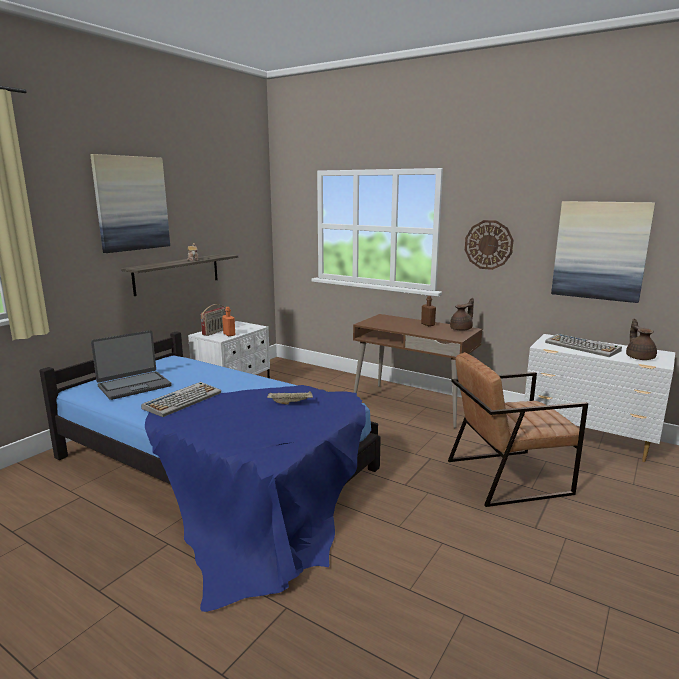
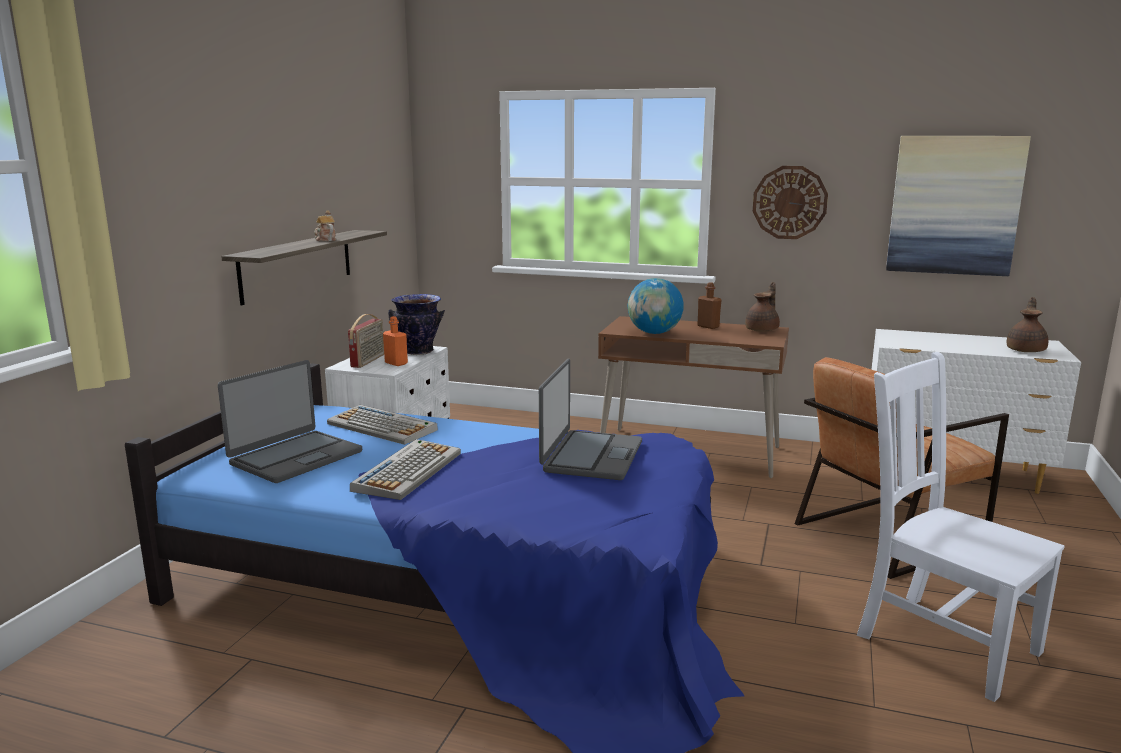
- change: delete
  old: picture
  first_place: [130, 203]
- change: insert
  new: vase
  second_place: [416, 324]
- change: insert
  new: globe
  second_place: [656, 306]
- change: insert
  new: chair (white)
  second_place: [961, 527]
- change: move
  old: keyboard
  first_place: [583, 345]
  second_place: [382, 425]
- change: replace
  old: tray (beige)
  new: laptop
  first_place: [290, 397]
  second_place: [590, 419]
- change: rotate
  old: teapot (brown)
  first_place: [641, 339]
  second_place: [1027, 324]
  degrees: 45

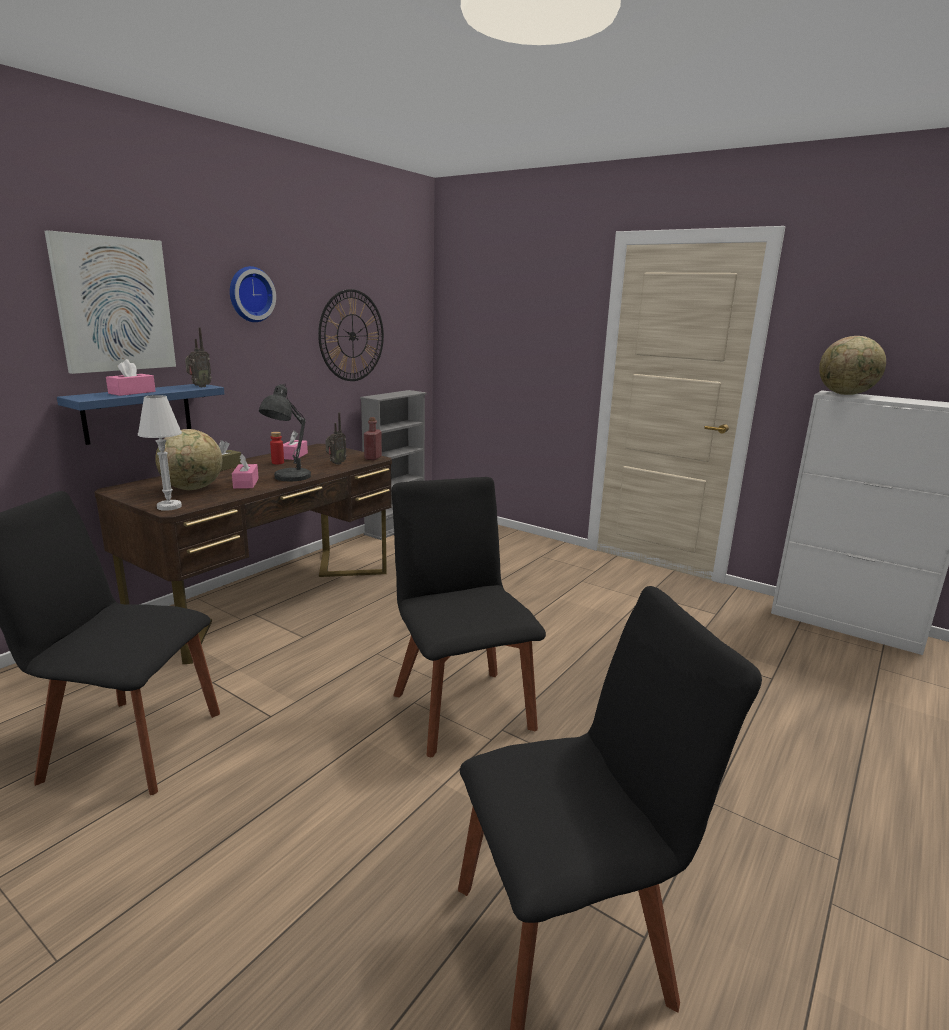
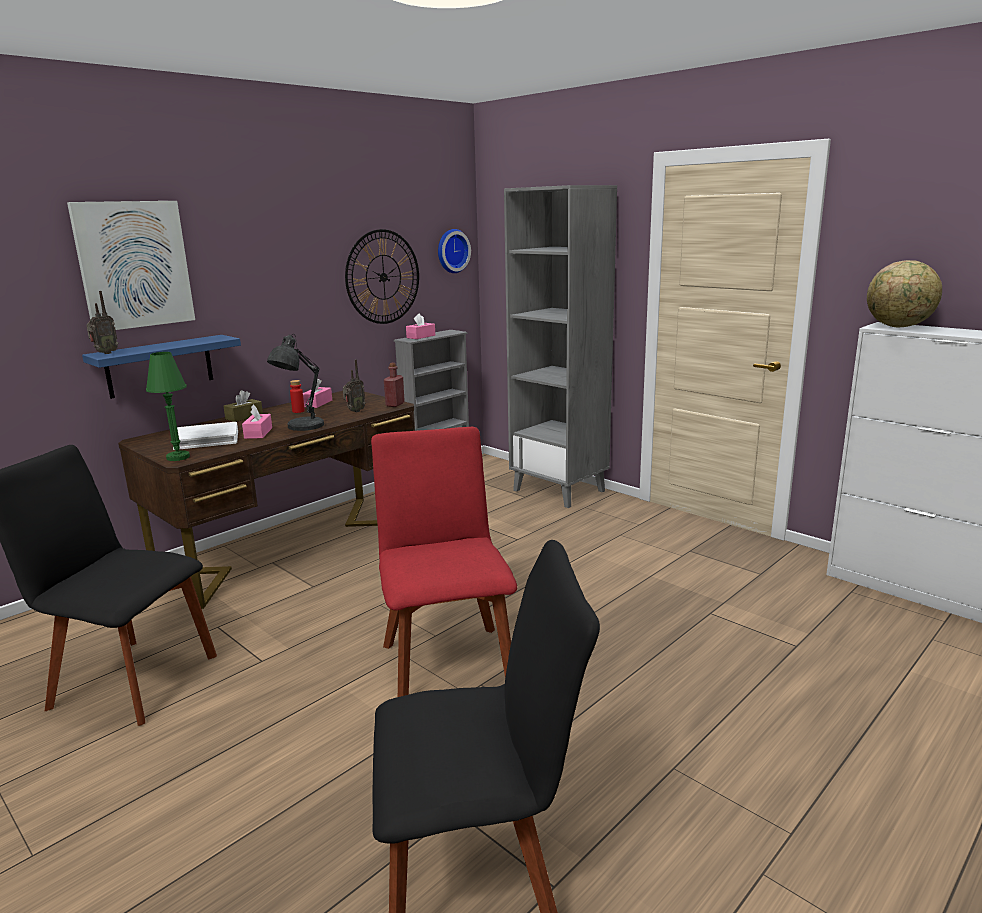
- change: insert
  new: bookcase (grey)
  second_place: [560, 346]
- change: move
  old: tissue box (pink)
  first_place: [131, 377]
  second_place: [420, 326]
- change: move
  old: radio
  first_place: [198, 357]
  second_place: [102, 322]
- change: move
  old: wall clock
  first_place: [253, 294]
  second_place: [454, 251]
- change: replace
  old: globe
  new: book (white)
  first_place: [188, 459]
  second_place: [205, 436]
- change: recolor
  old: table lamp (white)
  new: table lamp (green)
  first_place: [160, 453]
  second_place: [168, 406]
- change: recolor
  old: chair (black)
  new: chair (red)
  first_place: [469, 617]
  second_place: [444, 562]

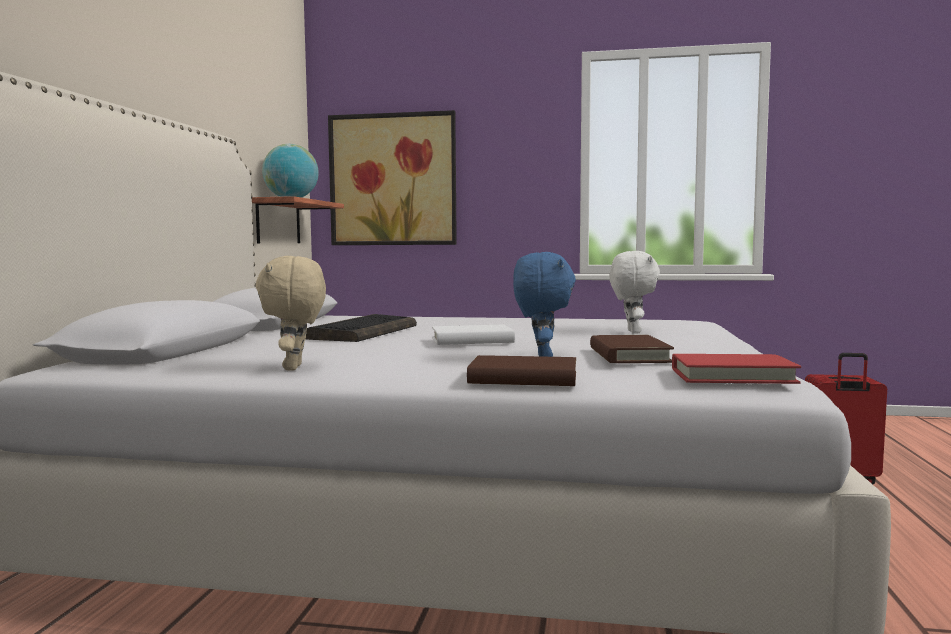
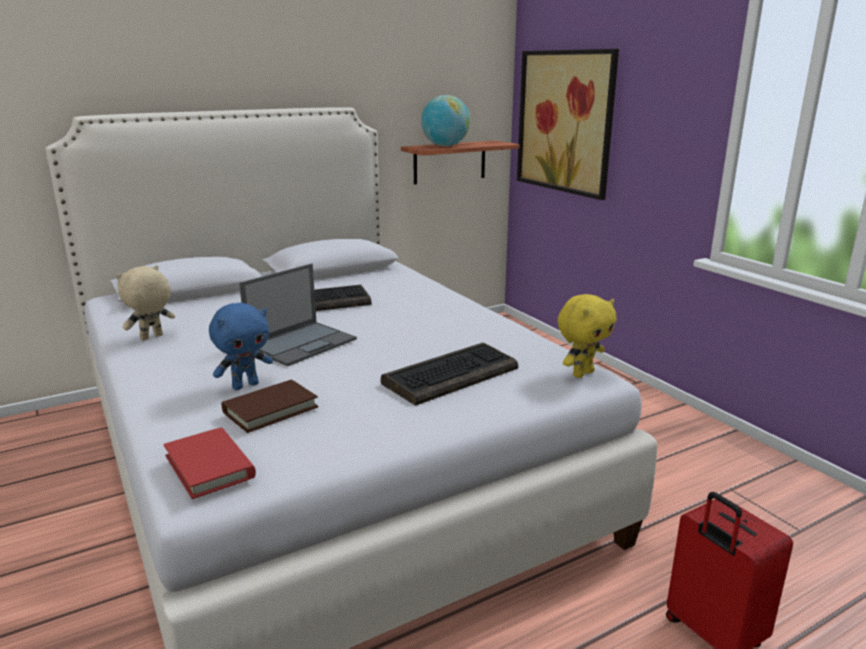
- change: delete
  old: book (brown)
  first_place: [521, 370]
- change: insert
  new: plush toy (yellow)
  second_place: [587, 336]
- change: replace
  old: book (white)
  new: laptop
  first_place: [473, 335]
  second_place: [298, 314]
- change: replace
  old: plush toy (white)
  new: keyboard
  first_place: [634, 292]
  second_place: [449, 374]

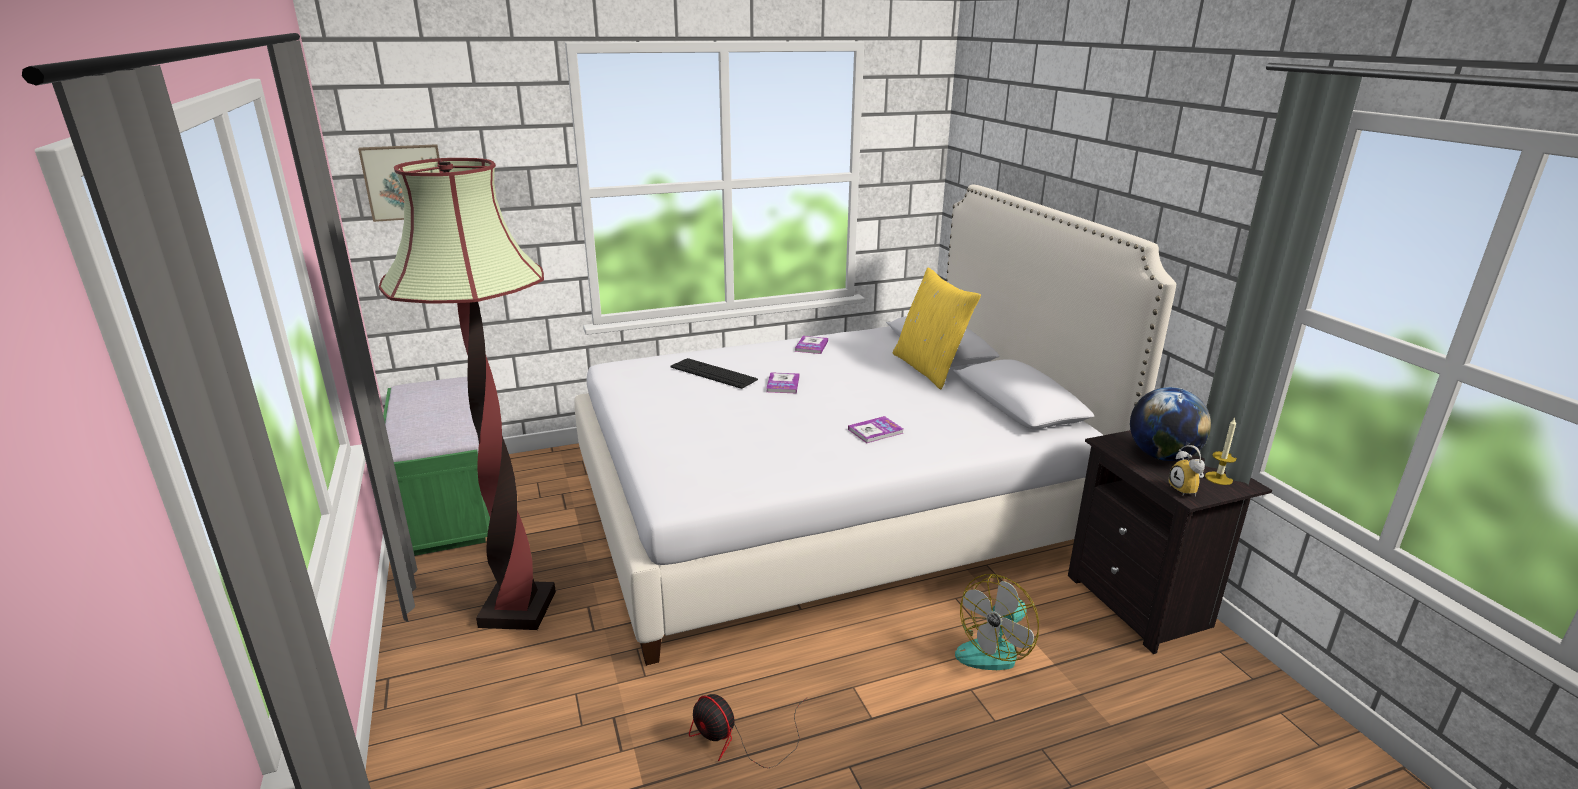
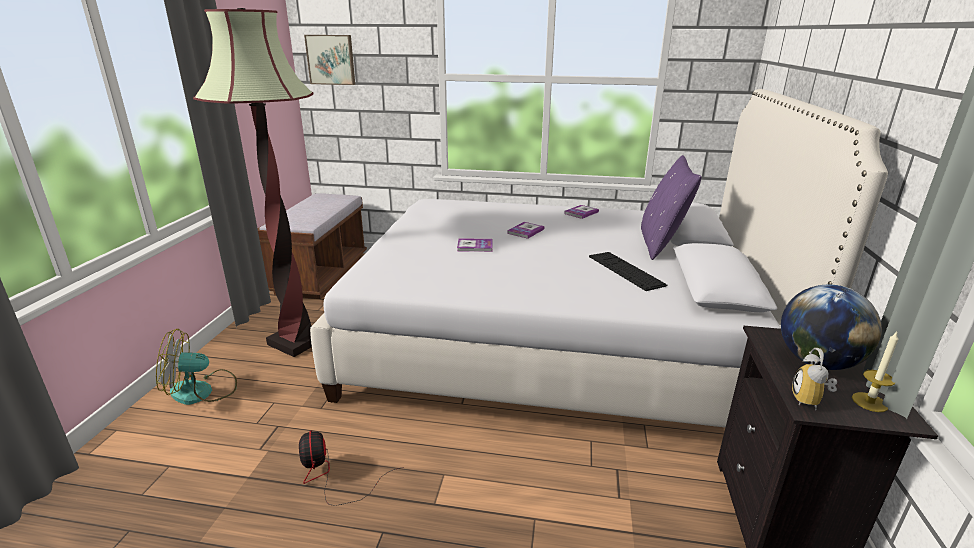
- change: move
  old: keyboard
  first_place: [714, 373]
  second_place: [628, 271]
- change: move
  old: book
  first_place: [875, 429]
  second_place: [475, 245]
- change: move
  old: fan
  first_place: [997, 622]
  second_place: [196, 367]
- change: recolor
  old: bench (green)
  new: bench (brown)
  first_place: [436, 466]
  second_place: [312, 246]
- change: recolor
  old: pillow (yellow)
  new: pillow (purple)
  first_place: [937, 328]
  second_place: [671, 207]

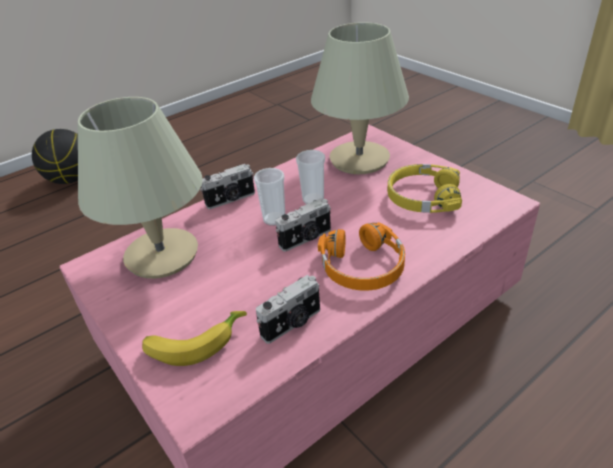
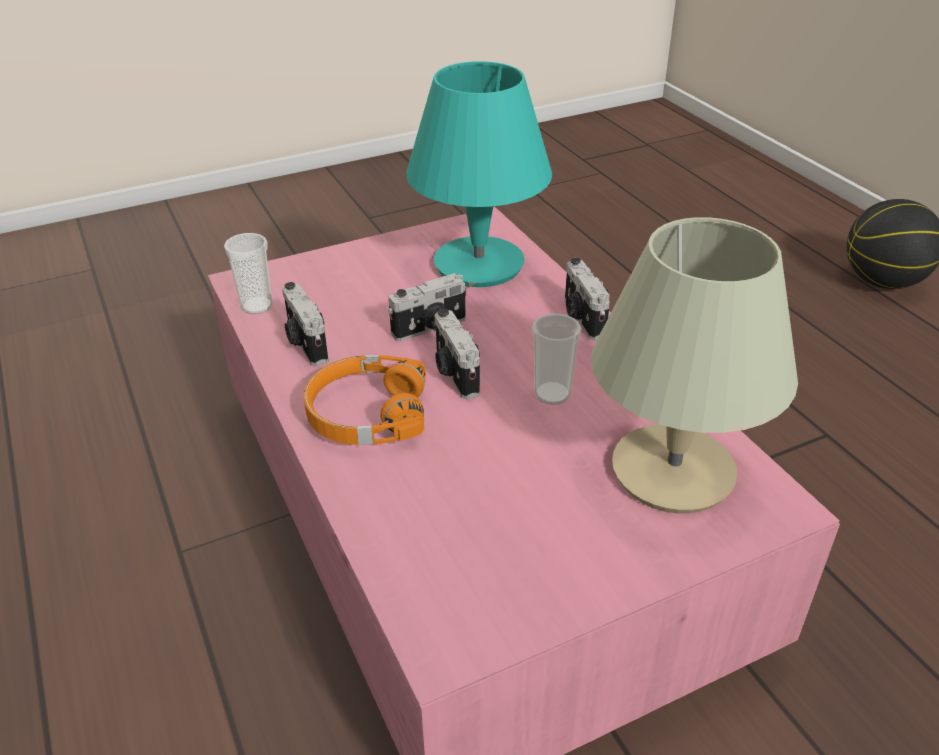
- change: delete
  old: banana
  first_place: [194, 338]
- change: delete
  old: headphones (yellow)
  first_place: [424, 188]
- change: insert
  new: photo camera
  second_place: [427, 307]
- change: move
  old: cup
  first_place: [269, 197]
  second_place: [248, 273]
- change: recolor
  old: table lamp (beige)
  new: table lamp (turquoise)
  first_place: [140, 188]
  second_place: [479, 174]

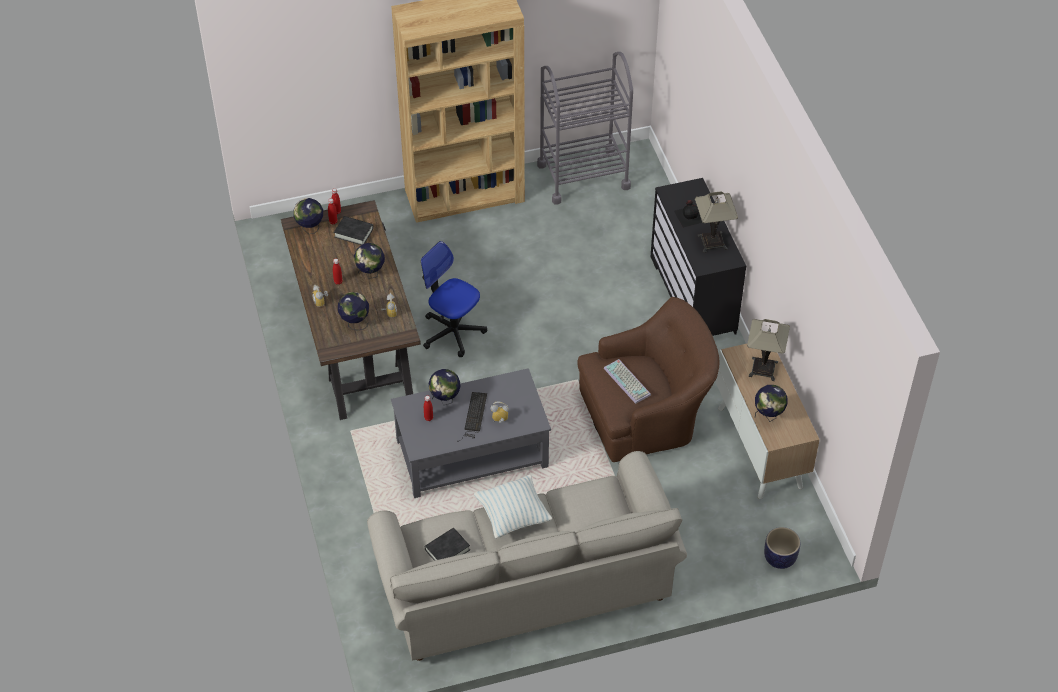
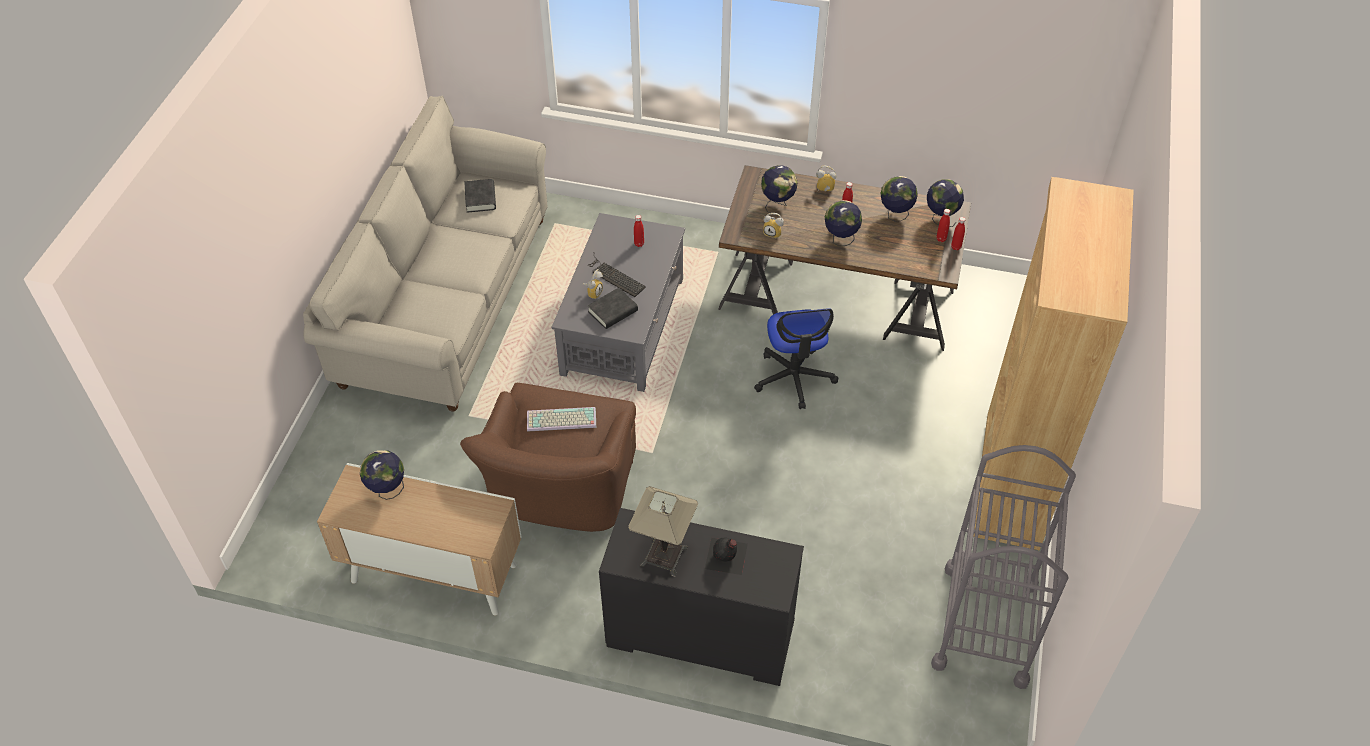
- change: delete
  old: pillow
  first_place: [513, 506]
- change: delete
  old: table lamp
  first_place: [768, 350]
- change: delete
  old: planter
  first_place: [782, 548]
- change: move
  old: book (black)
  first_place: [354, 230]
  second_place: [612, 308]
- change: move
  old: globe
  first_place: [445, 387]
  second_place: [899, 198]
- change: rotate
  old: office chair
  first_place: [454, 299]
  second_place: [796, 359]
  degrees: 105

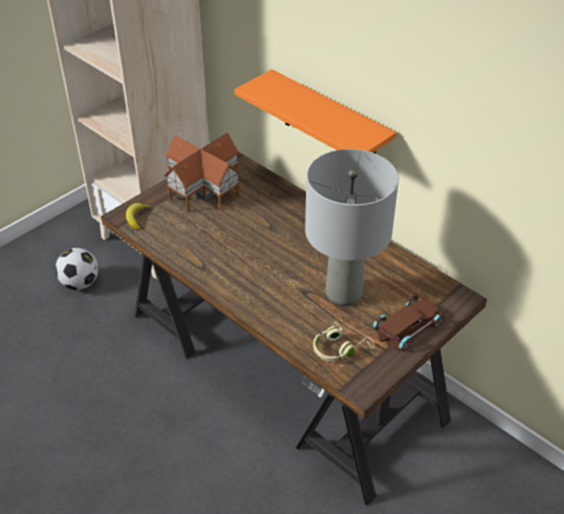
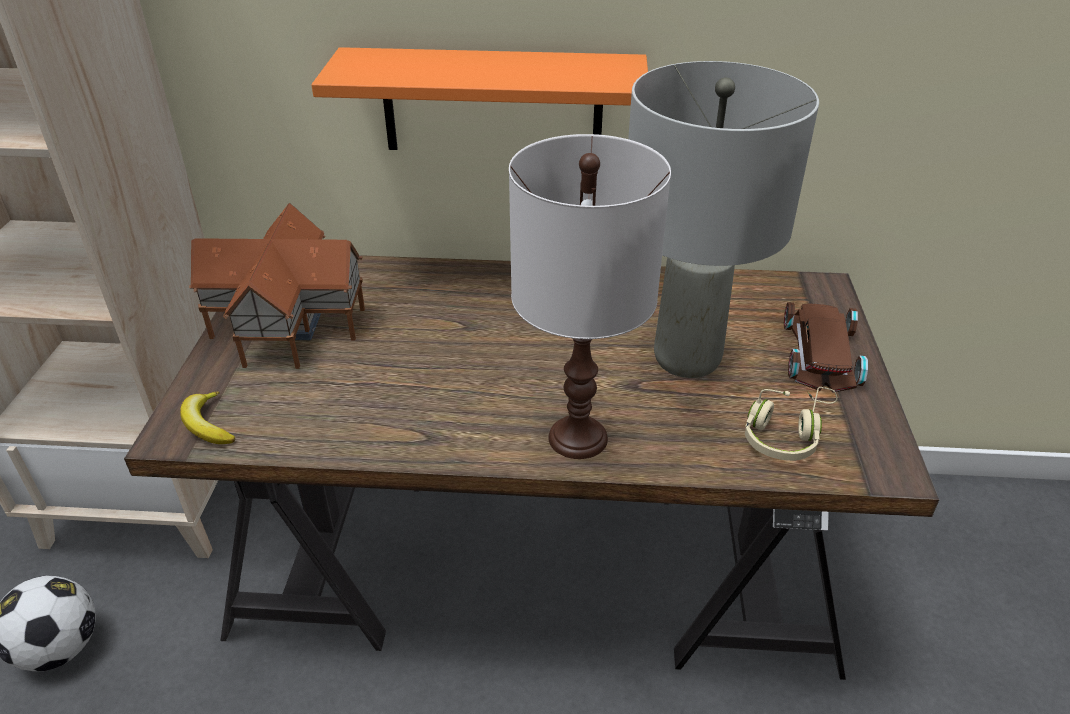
- change: insert
  new: table lamp (white)
  second_place: [590, 296]

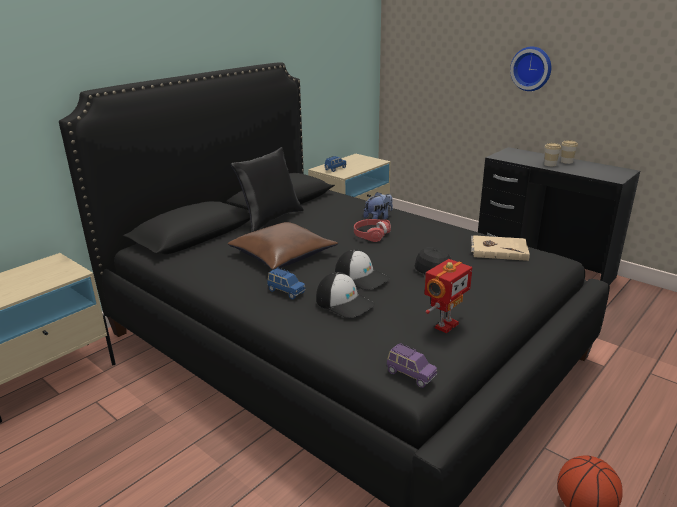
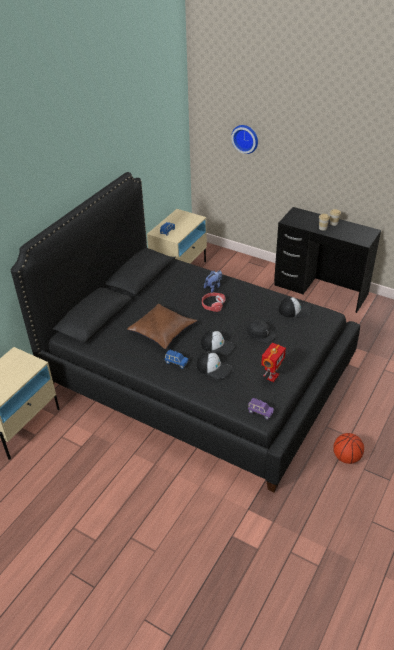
- change: delete
  old: pillow (black)
  first_place: [267, 189]
- change: move
  old: wall clock
  first_place: [530, 69]
  second_place: [244, 139]
- change: replace
  old: book (beige)
  new: cap
  first_place: [500, 248]
  second_place: [295, 307]

